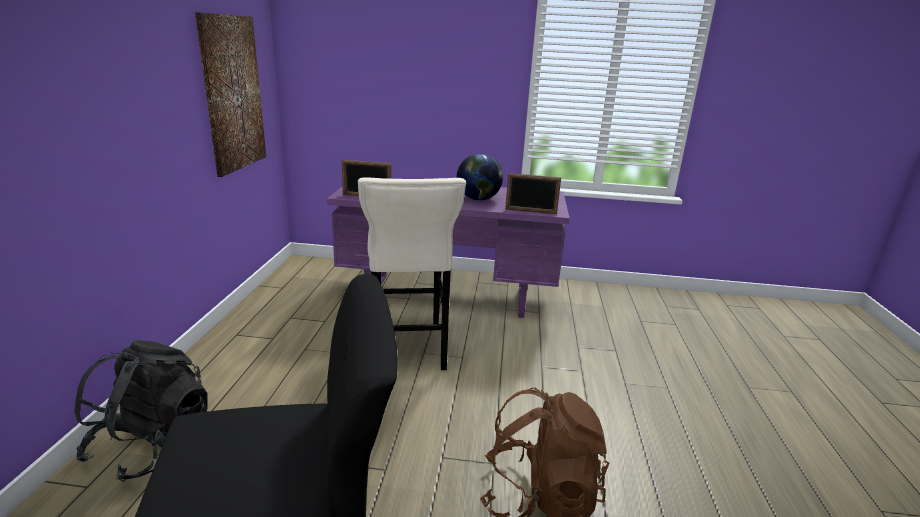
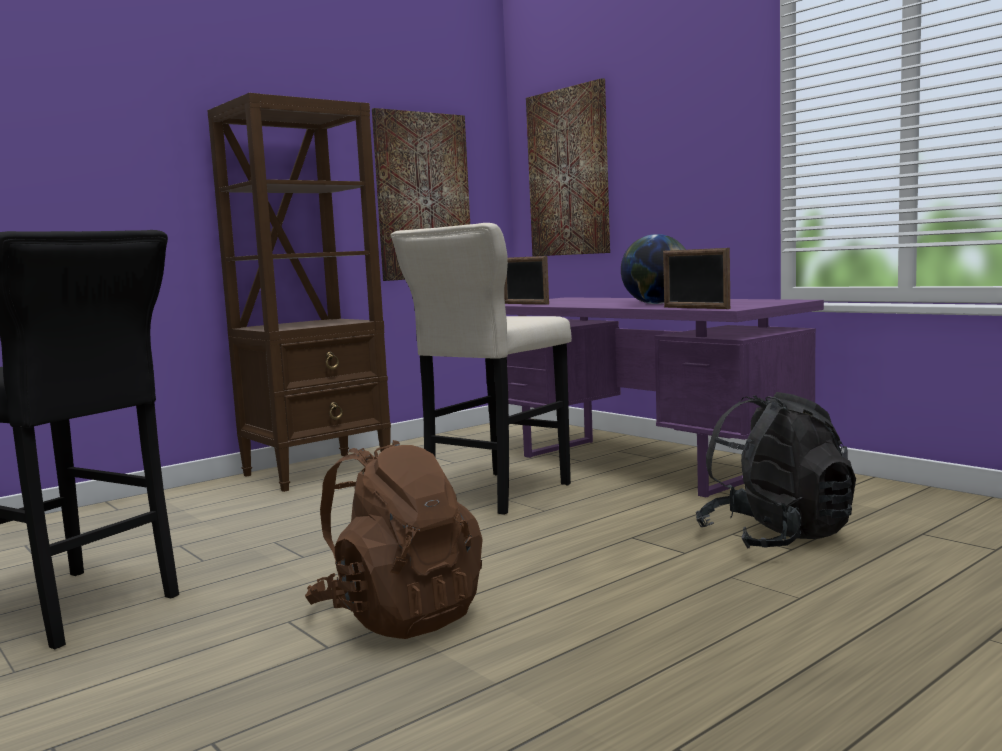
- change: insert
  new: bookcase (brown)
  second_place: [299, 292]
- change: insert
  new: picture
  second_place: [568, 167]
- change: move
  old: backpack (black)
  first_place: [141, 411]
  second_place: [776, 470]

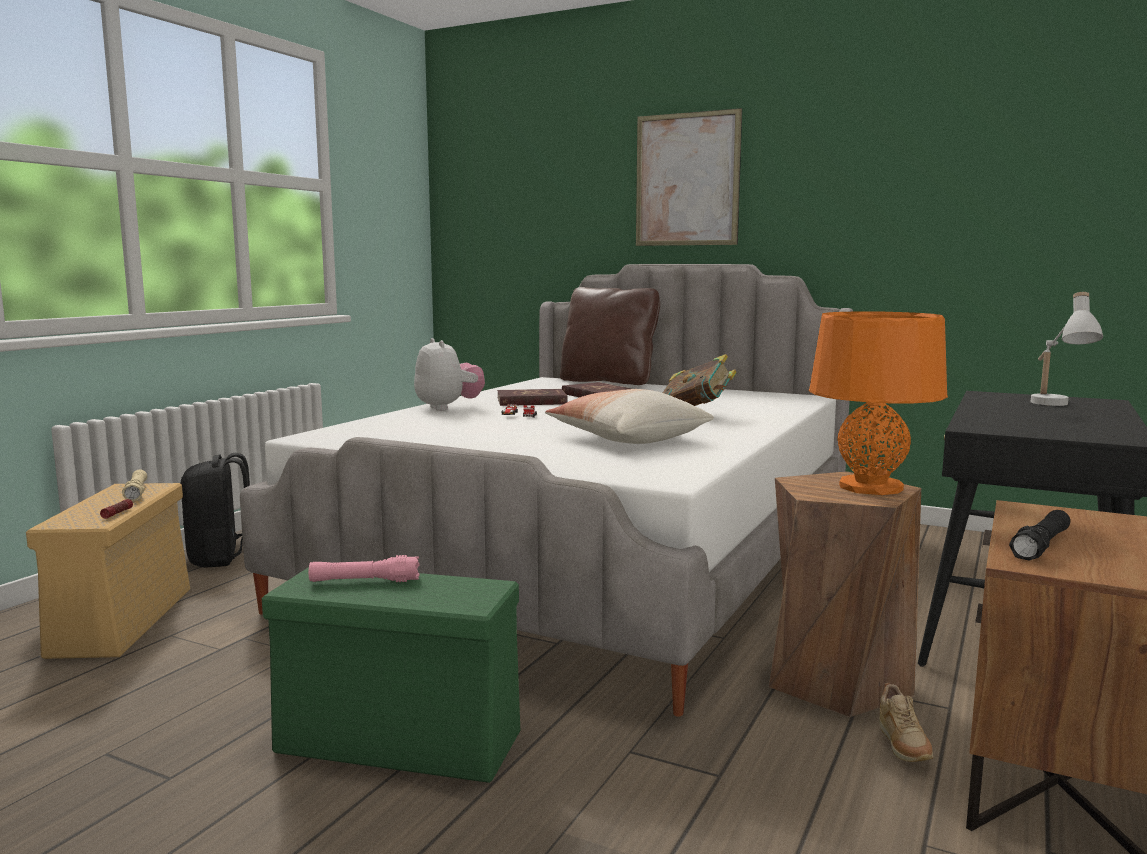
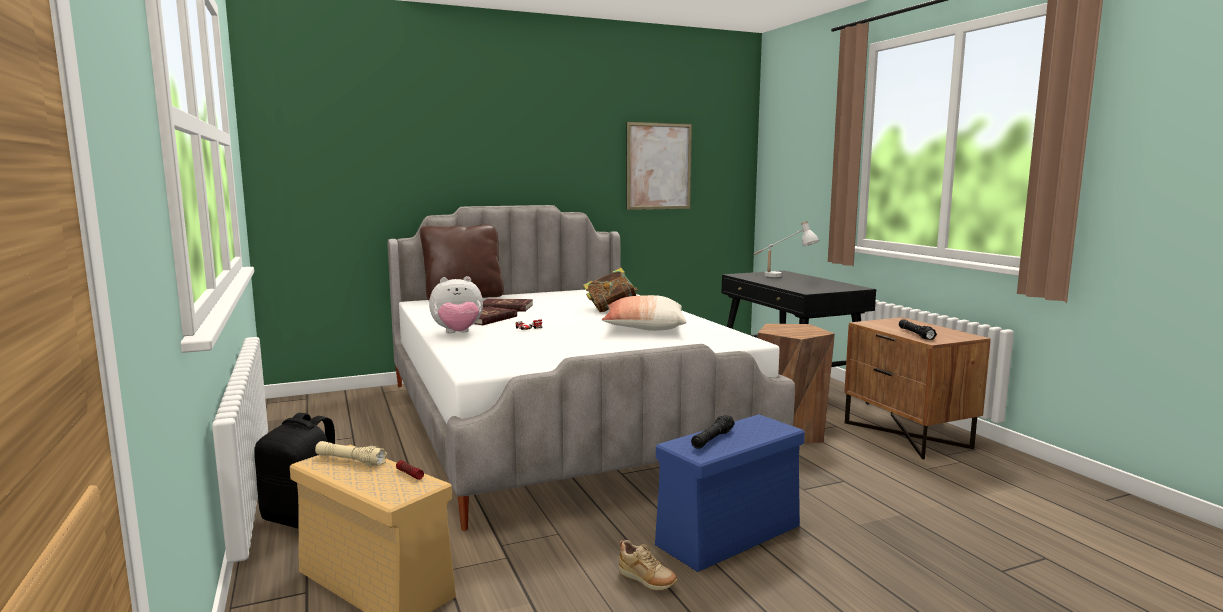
- change: delete
  old: table lamp (orange)
  first_place: [878, 403]
- change: move
  old: picture
  first_place: [689, 177]
  second_place: [659, 166]
- change: move
  old: shoe (beige)
  first_place: [906, 722]
  second_place: [648, 565]
- change: recolor
  old: storage box (green)
  new: storage box (blue)
  first_place: [391, 675]
  second_place: [730, 493]
- change: recolor
  old: flashlight (pink)
  new: flashlight (black)
  first_place: [364, 568]
  second_place: [713, 432]
- change: rotate
  old: plush toy
  first_place: [449, 374]
  second_place: [456, 304]
  degrees: 150

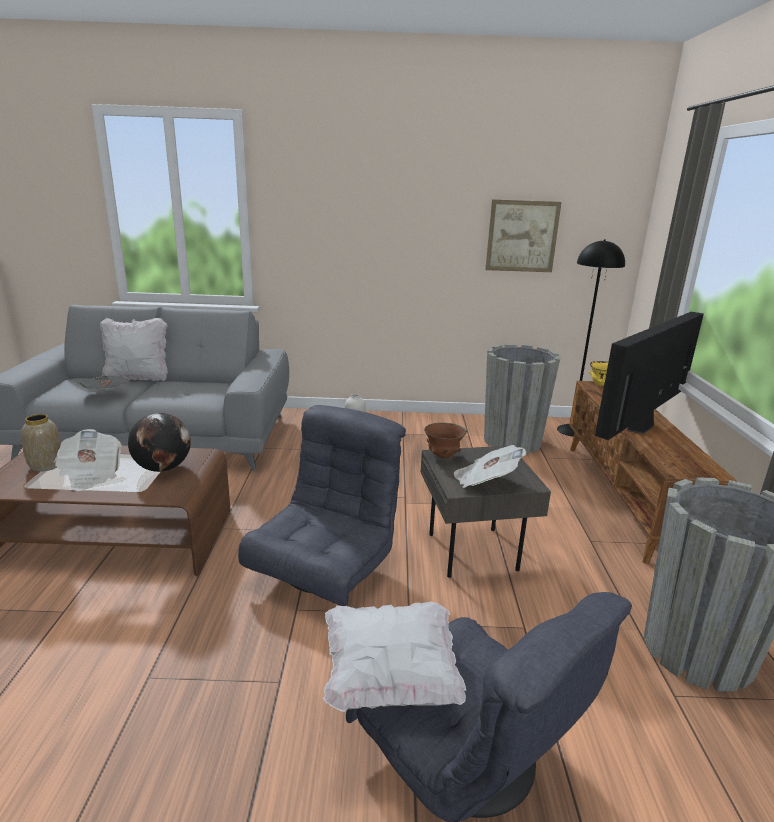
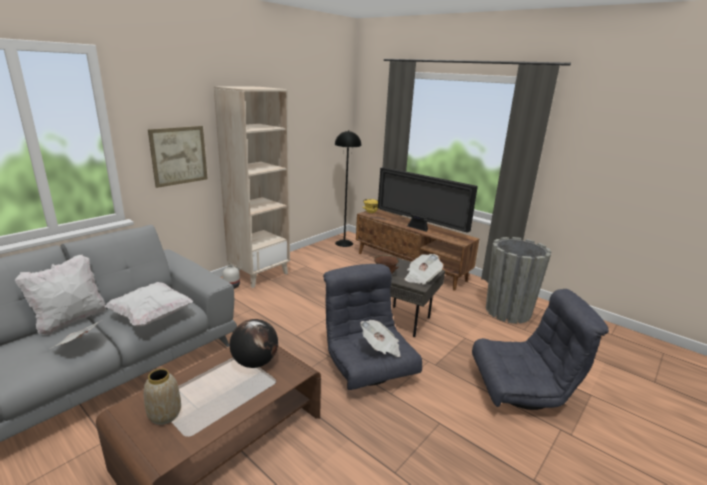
- change: delete
  old: planter (grey)
  first_place: [522, 399]
- change: insert
  new: bookcase (beige)
  second_place: [252, 187]
- change: move
  old: newspaper
  first_place: [88, 460]
  second_place: [380, 338]
- change: move
  old: pillow (white)
  first_place: [394, 657]
  second_place: [148, 304]
- change: move
  old: picture
  first_place: [523, 235]
  second_place: [178, 157]
- change: rotate
  old: television
  first_place: [649, 376]
  second_place: [428, 200]
  degrees: -45

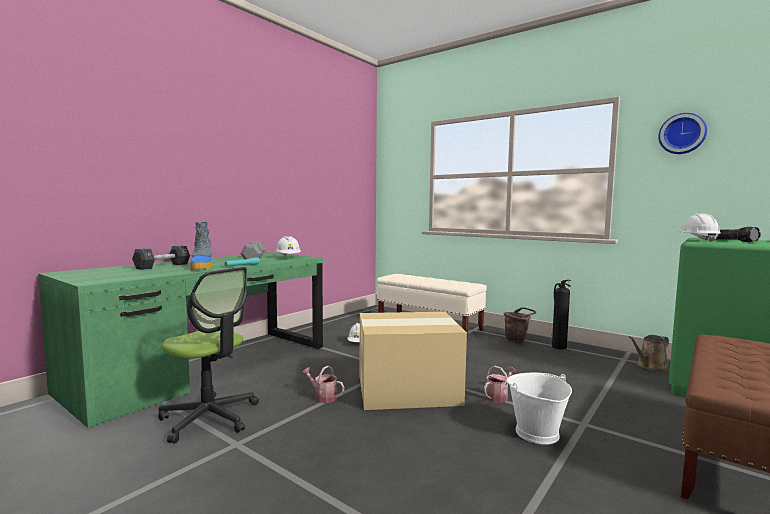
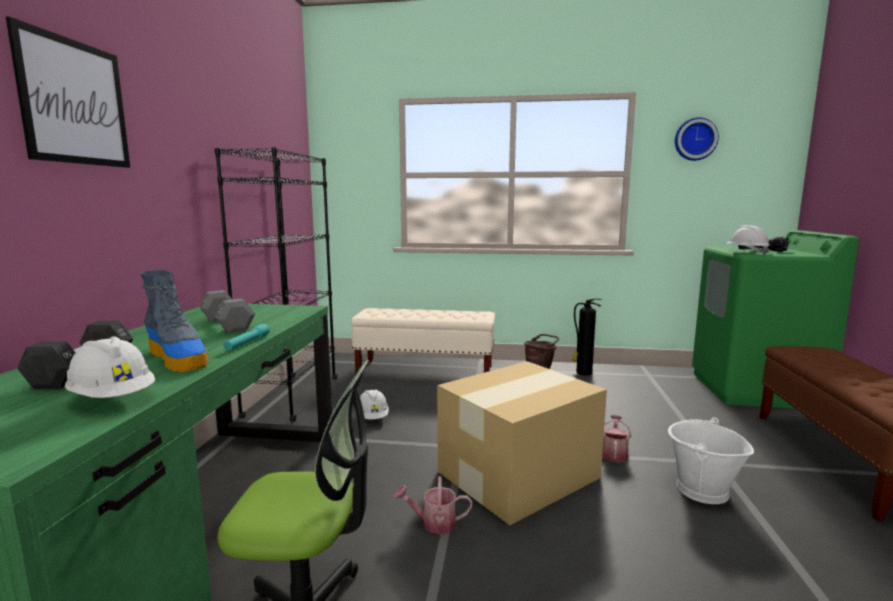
- change: delete
  old: watering can (brown)
  first_place: [649, 352]
- change: insert
  new: picture
  second_place: [68, 92]
- change: insert
  new: bookcase (black)
  second_place: [276, 284]
- change: move
  old: hard hat (white)
  first_place: [288, 246]
  second_place: [110, 367]

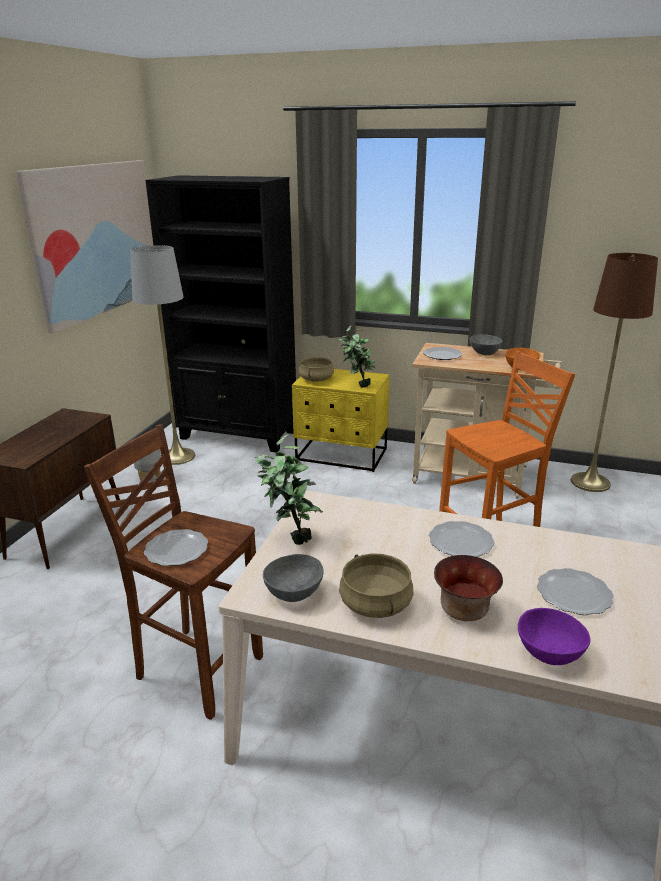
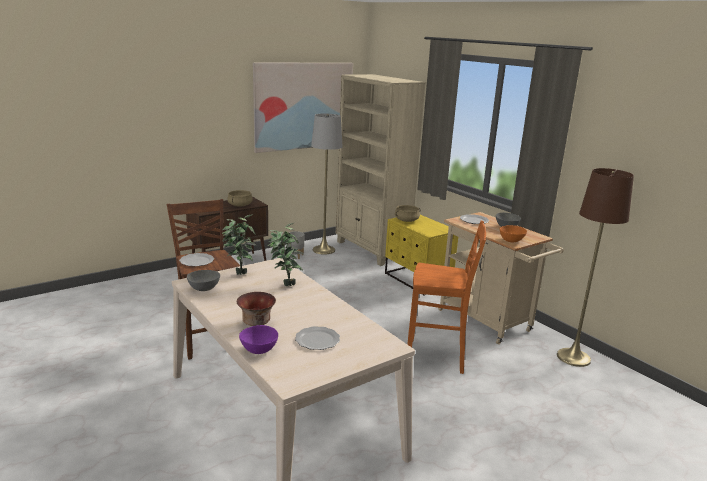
- change: delete
  old: plate
  first_place: [462, 539]
- change: move
  old: potted plant
  first_place: [356, 357]
  second_place: [285, 254]
- change: move
  old: cooking pot (beige)
  first_place: [376, 585]
  second_place: [240, 198]
- change: recolor
  old: bookcase (black)
  new: bookcase (beige)
  first_place: [220, 314]
  second_place: [381, 170]

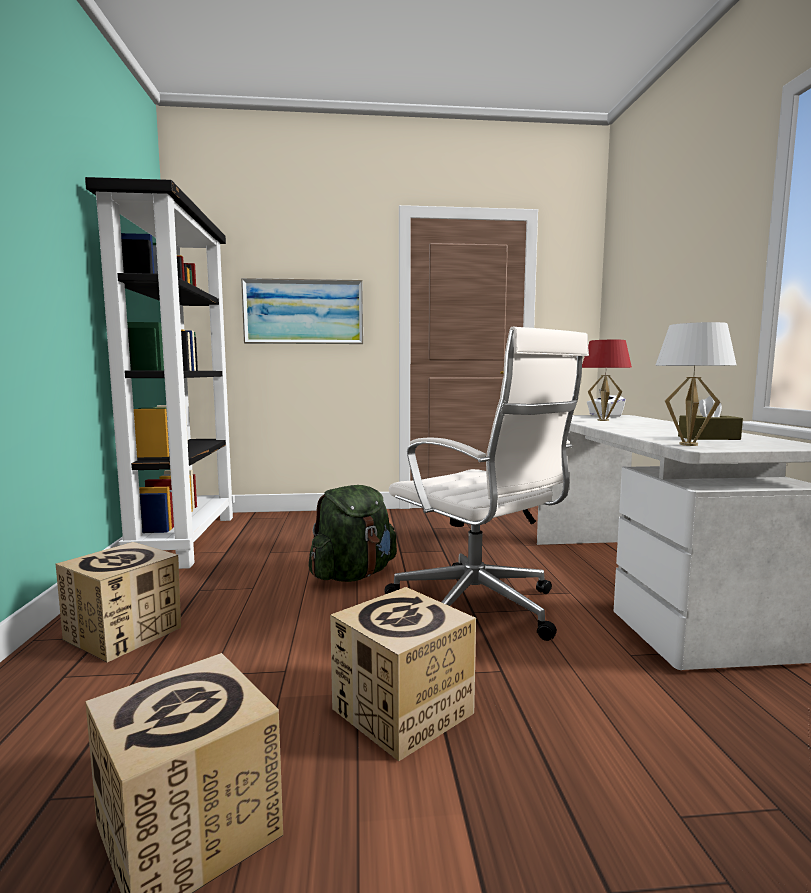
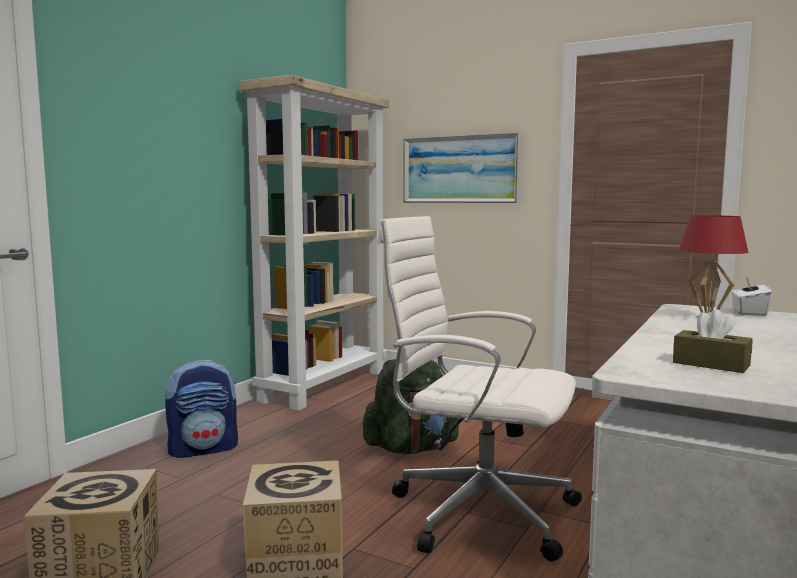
- change: delete
  old: table lamp (white)
  first_place: [696, 384]
- change: replace
  old: cardboard box
  new: backpack
  first_place: [118, 602]
  second_place: [201, 409]
- change: recolor
  old: bookcase (black)
  new: bookcase (beige)
  first_place: [160, 373]
  second_place: [314, 243]
- change: rotate
  old: office chair (white)
  first_place: [486, 484]
  second_place: [479, 388]
  degrees: 120

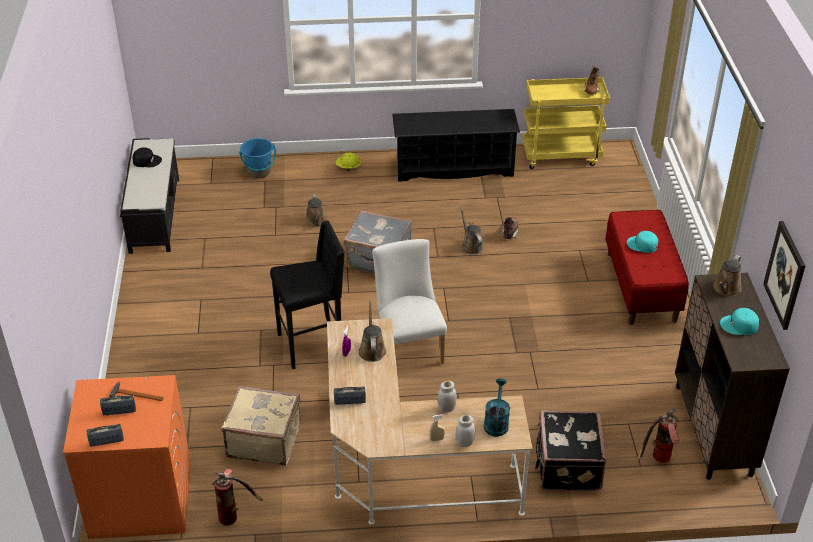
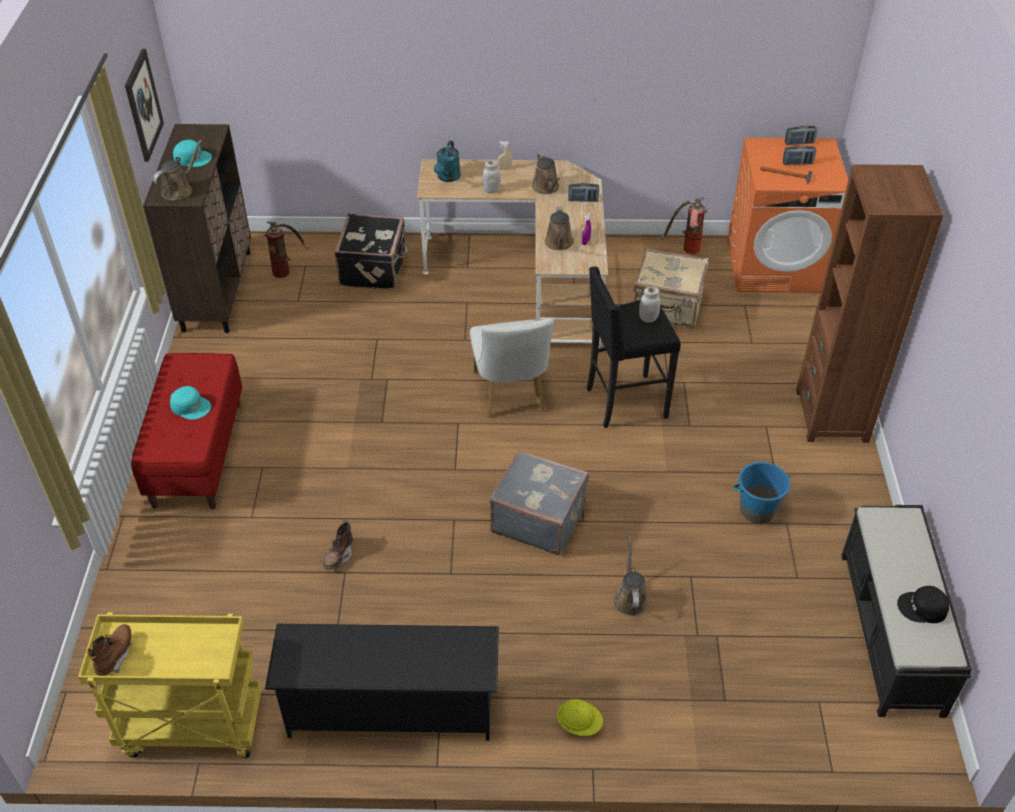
- change: insert
  new: bookcase (brown)
  second_place: [869, 303]
- change: move
  old: bucket (blue)
  first_place: [257, 158]
  second_place: [762, 493]
- change: move
  old: jar (white)
  first_place: [465, 431]
  second_place: [649, 304]
- change: move
  old: watering can (brown)
  first_place: [472, 231]
  second_place: [546, 173]

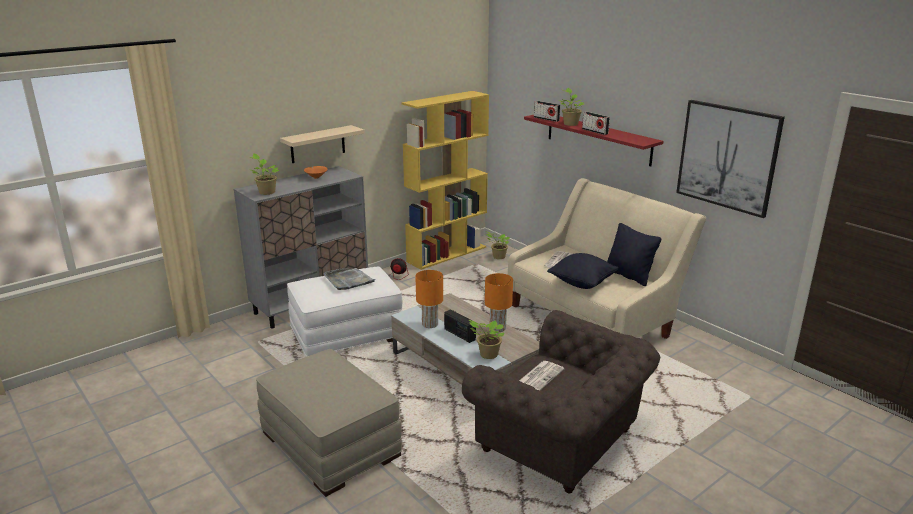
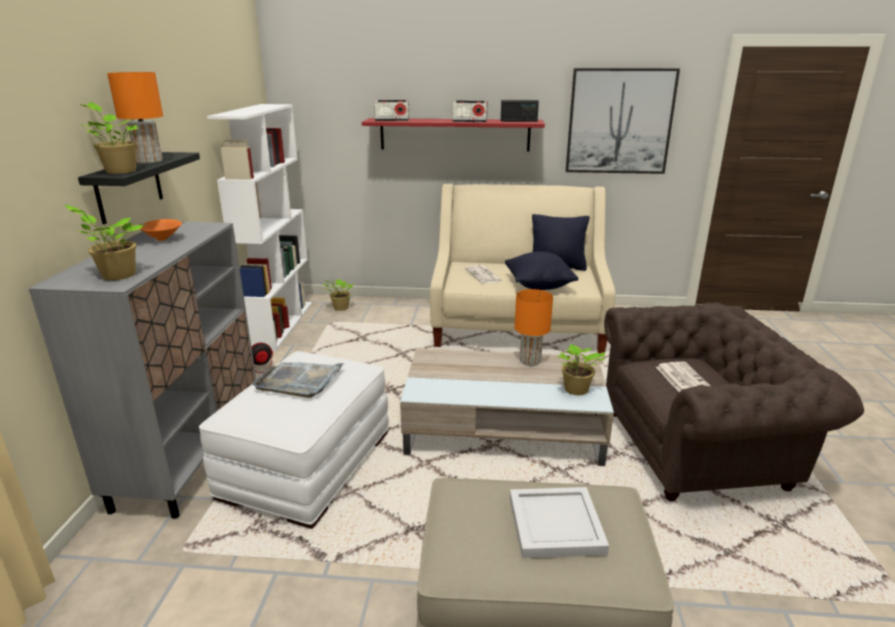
- change: insert
  new: tray (white)
  second_place: [559, 522]
- change: move
  old: table lamp (orange)
  first_place: [429, 299]
  second_place: [135, 118]
- change: move
  old: radio
  first_place: [460, 326]
  second_place: [520, 111]
- change: move
  old: potted plant
  first_place: [571, 107]
  second_place: [109, 138]
- change: recolor
  old: shelf (beige)
  new: shelf (black)
  first_place: [322, 144]
  second_place: [139, 188]
- change: recolor
  old: bookcase (yellow)
  new: bookcase (white)
  first_place: [445, 180]
  second_place: [259, 227]

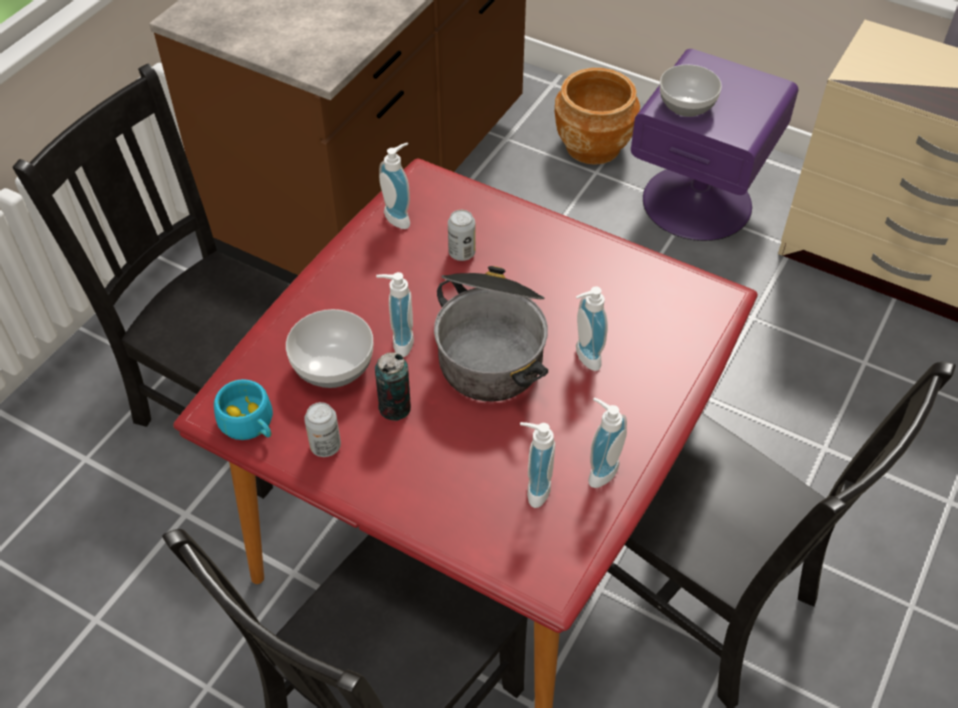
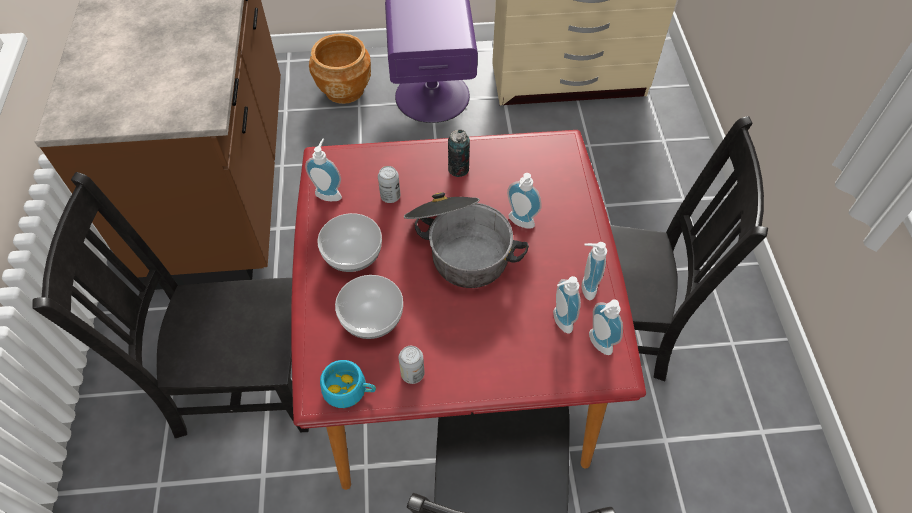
- change: move
  old: can
  first_place: [393, 386]
  second_place: [459, 153]
- change: move
  old: soap dispenser
  first_place: [395, 314]
  second_place: [606, 327]
- change: move
  old: bowl
  first_place: [691, 90]
  second_place: [349, 242]

